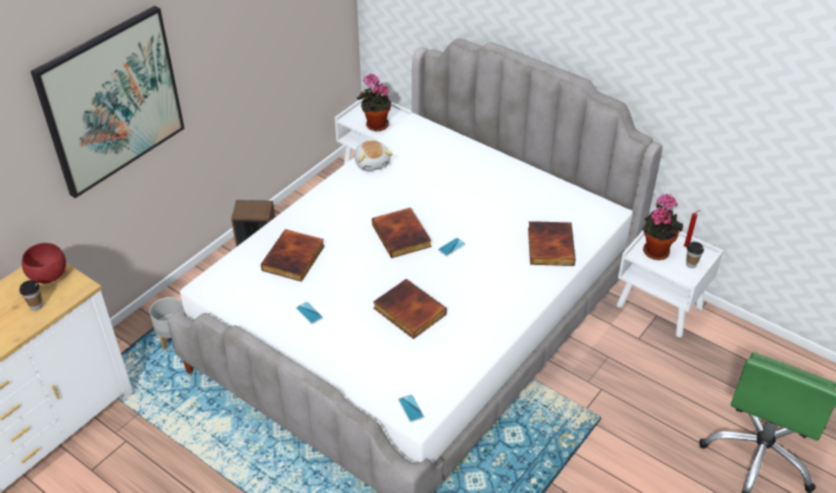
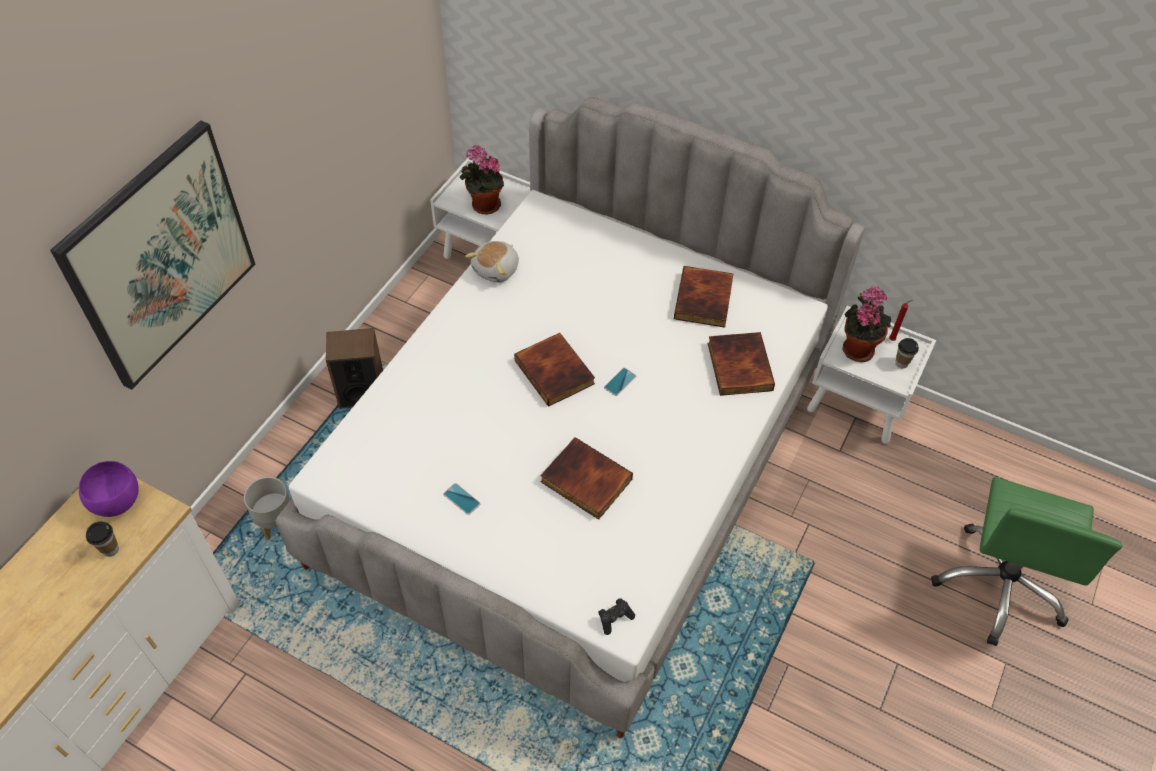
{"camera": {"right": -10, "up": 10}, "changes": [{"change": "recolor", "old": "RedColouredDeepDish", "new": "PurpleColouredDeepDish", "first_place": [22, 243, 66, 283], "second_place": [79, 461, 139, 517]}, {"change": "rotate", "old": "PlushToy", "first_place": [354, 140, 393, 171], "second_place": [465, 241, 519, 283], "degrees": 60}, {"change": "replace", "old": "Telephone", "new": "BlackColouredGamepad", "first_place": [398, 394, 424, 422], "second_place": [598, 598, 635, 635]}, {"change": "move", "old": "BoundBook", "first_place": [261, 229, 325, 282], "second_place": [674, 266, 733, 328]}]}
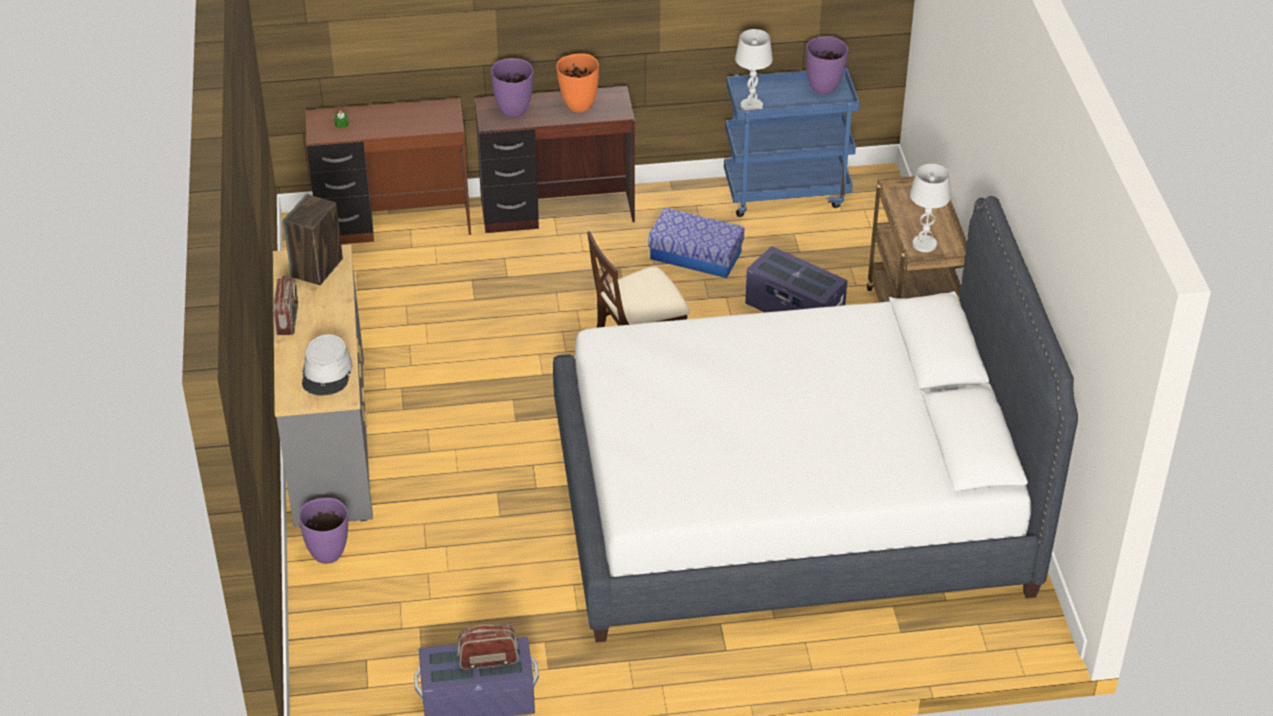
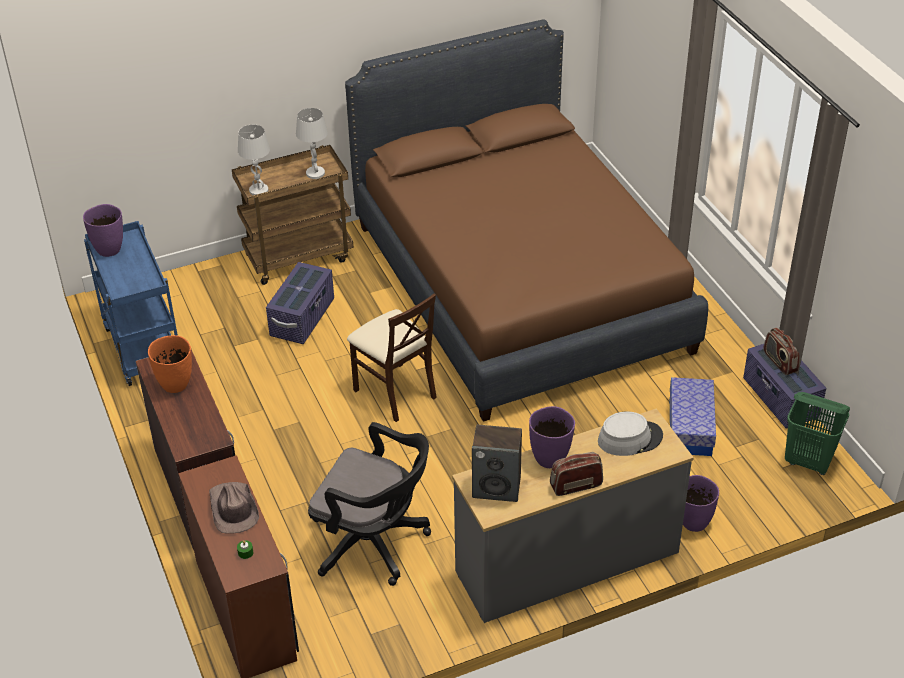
{"camera": {"right": -105, "up": 0}, "changes": [{"change": "insert", "new": "BrownishHat", "second_place": [209, 482, 259, 534]}, {"change": "move", "old": "WhiteColouredLampForATable", "first_place": [735, 29, 773, 110], "second_place": [238, 125, 270, 195]}, {"change": "insert", "new": "BlackColouredOfficeChair", "second_place": [308, 422, 431, 586]}, {"change": "recolor", "old": "WhiteColouredBedroomBed", "new": "BrownishBedroomBed", "first_place": [553, 196, 1078, 642], "second_place": [345, 19, 708, 422]}, {"change": "move", "old": "PurpleColouredVase", "first_place": [491, 58, 534, 117], "second_place": [529, 406, 575, 468]}, {"change": "move", "old": "StorageBin", "first_place": [648, 208, 745, 278], "second_place": [670, 377, 716, 456]}, {"change": "insert", "new": "GreenWashingBasket", "second_place": [785, 392, 850, 475]}]}
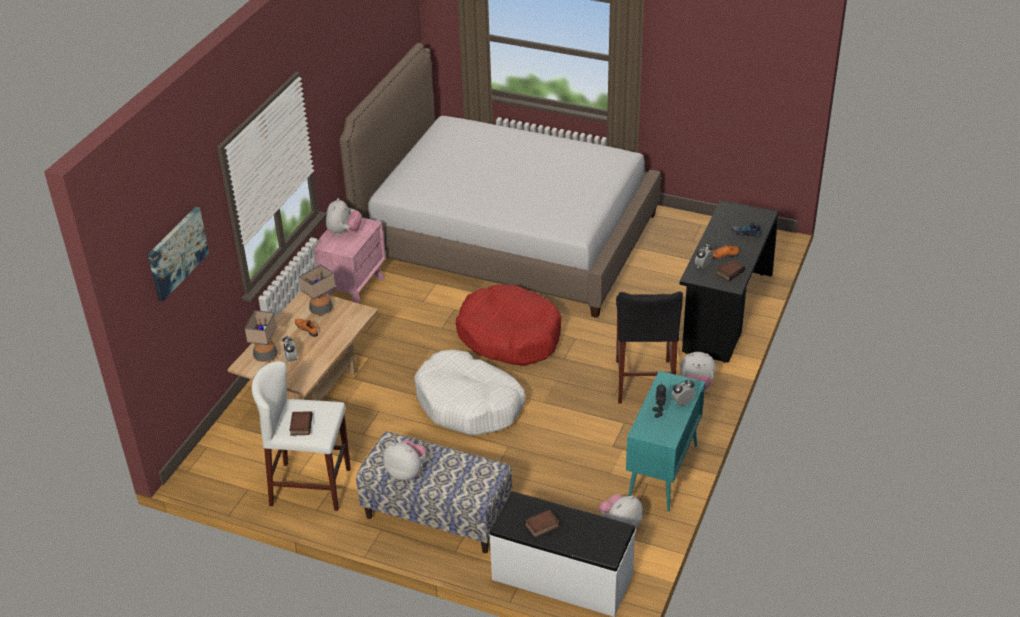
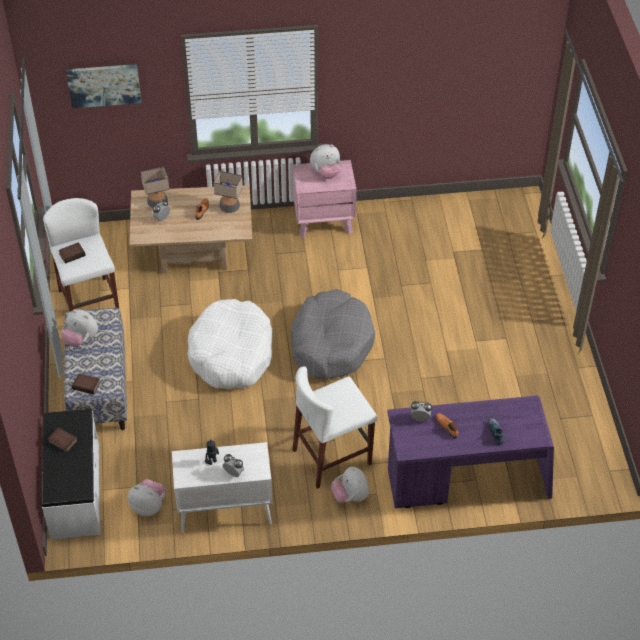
{"camera": {"right": 60, "up": 10}, "changes": [{"change": "rotate", "old": "PlushToy", "first_place": [383, 440, 427, 480], "second_place": [61, 310, 98, 347], "degrees": 120}, {"change": "move", "old": "BoundBook", "first_place": [716, 259, 745, 281], "second_place": [72, 373, 101, 395]}, {"change": "recolor", "old": "BlueGreenCupboard", "new": "WhiteColouredCupboard", "first_place": [626, 371, 705, 512], "second_place": [172, 442, 272, 533]}, {"change": "recolor", "old": "RedColouredDogCushion", "new": "GrayDogCushion", "first_place": [456, 284, 562, 366], "second_place": [291, 289, 375, 380]}, {"change": "recolor", "old": "BlackColouredStoolSeat", "new": "WhiteColouredStoolSeat", "first_place": [616, 291, 683, 403], "second_place": [293, 366, 377, 489]}, {"change": "recolor", "old": "BlackColouredDeskUnit", "new": "PurpleColouredDeskUnit", "first_place": [680, 200, 778, 363], "second_place": [388, 396, 554, 508]}, {"change": "delete", "old": "BedroomBed", "first_place": [339, 43, 661, 318]}]}
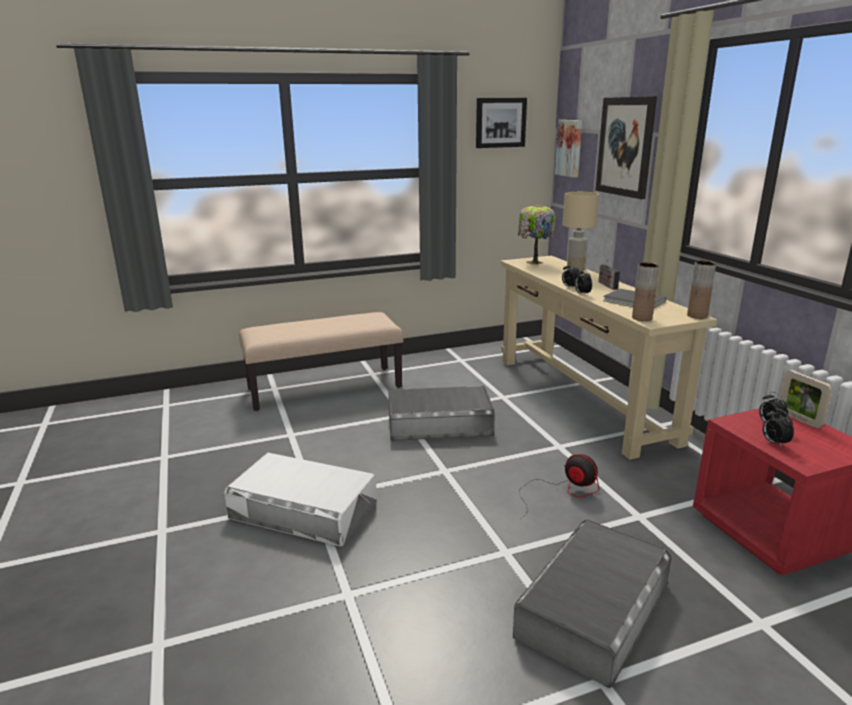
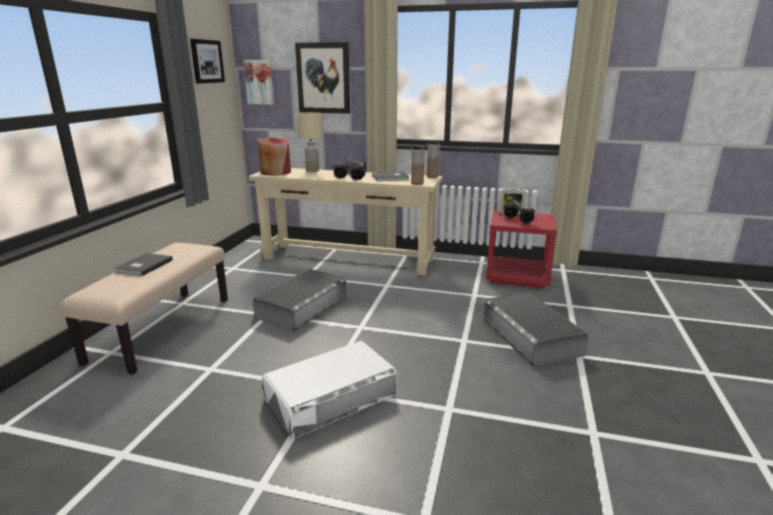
{"camera": {"right": -55, "up": 0}, "changes": [{"change": "insert", "new": "GrayBoundBook", "second_place": [115, 253, 173, 276]}, {"change": "replace", "old": "LampForATable", "new": "RedColouredVase", "first_place": [518, 204, 556, 264], "second_place": [257, 137, 291, 176]}, {"change": "delete", "old": "CoolingFan", "first_place": [519, 454, 599, 519]}]}
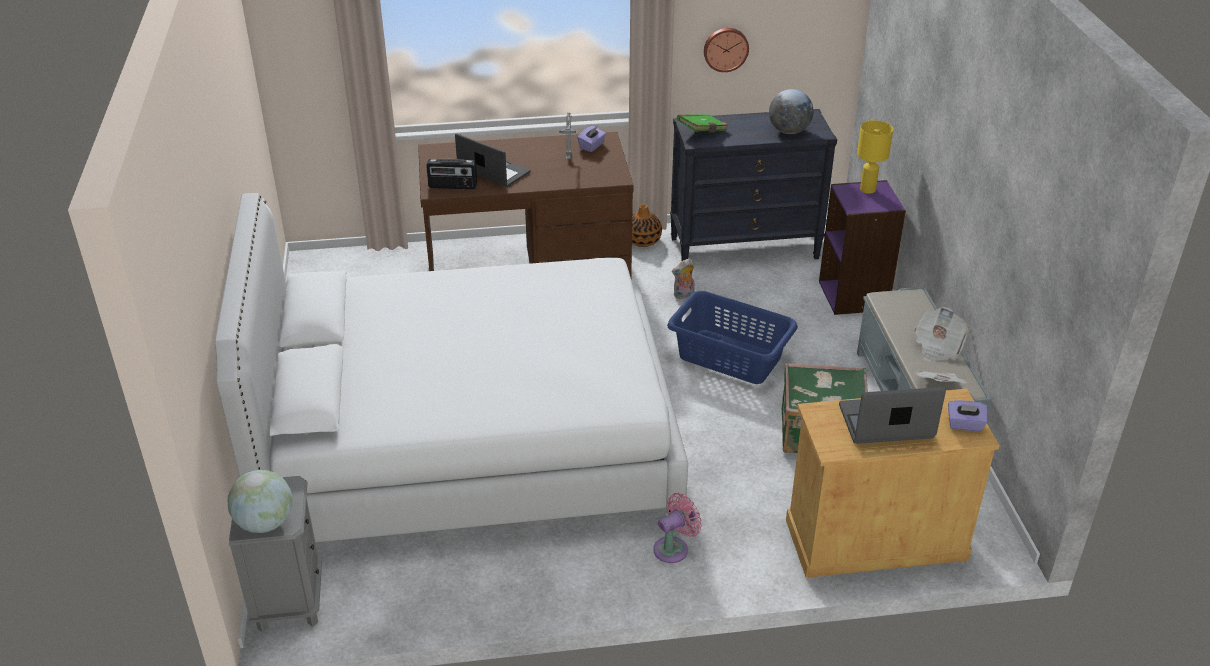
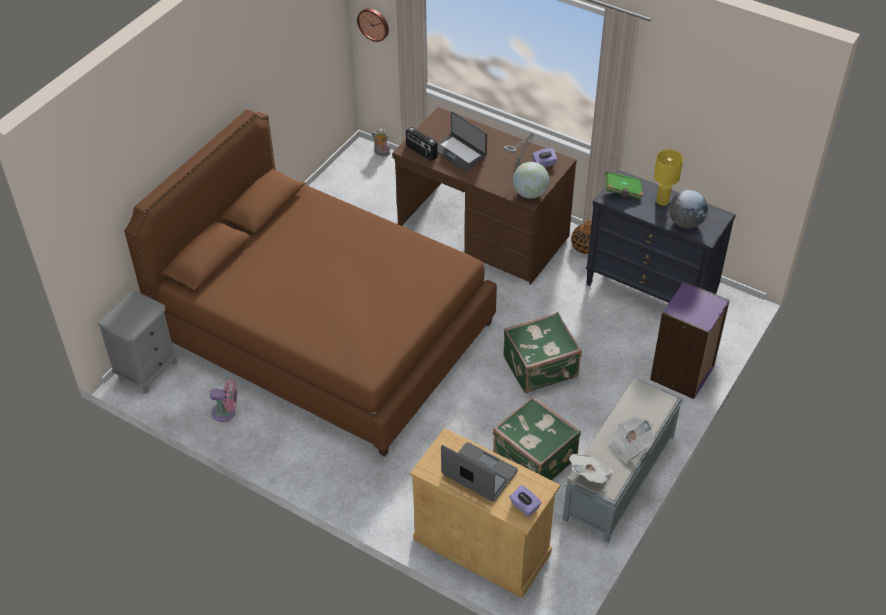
{"camera": {"right": 40, "up": 10}, "changes": [{"change": "recolor", "old": "WhiteColouredBedroomBed", "new": "BrownishBedroomBed", "first_place": [215, 193, 688, 542], "second_place": [124, 110, 497, 457]}, {"change": "move", "old": "PinkCoolingFan", "first_place": [653, 493, 702, 563], "second_place": [210, 379, 238, 422]}, {"change": "move", "old": "ClockOnTheWall", "first_place": [704, 28, 749, 72], "second_place": [357, 8, 389, 42]}, {"change": "move", "old": "PlushToy", "first_place": [672, 259, 695, 299], "second_place": [371, 129, 391, 157]}, {"change": "rotate", "old": "PortableComputer", "first_place": [455, 133, 531, 187], "second_place": [437, 111, 487, 171], "degrees": 150}, {"change": "replace", "old": "BlueWashingBasket", "new": "GreenSuitcase", "first_place": [667, 291, 798, 384], "second_place": [503, 312, 582, 393]}, {"change": "move", "old": "DeskGlobe", "first_place": [228, 470, 292, 533], "second_place": [513, 162, 549, 199]}, {"change": "move", "old": "YellowishLampForATable", "first_place": [857, 120, 893, 194], "second_place": [654, 149, 683, 206]}]}
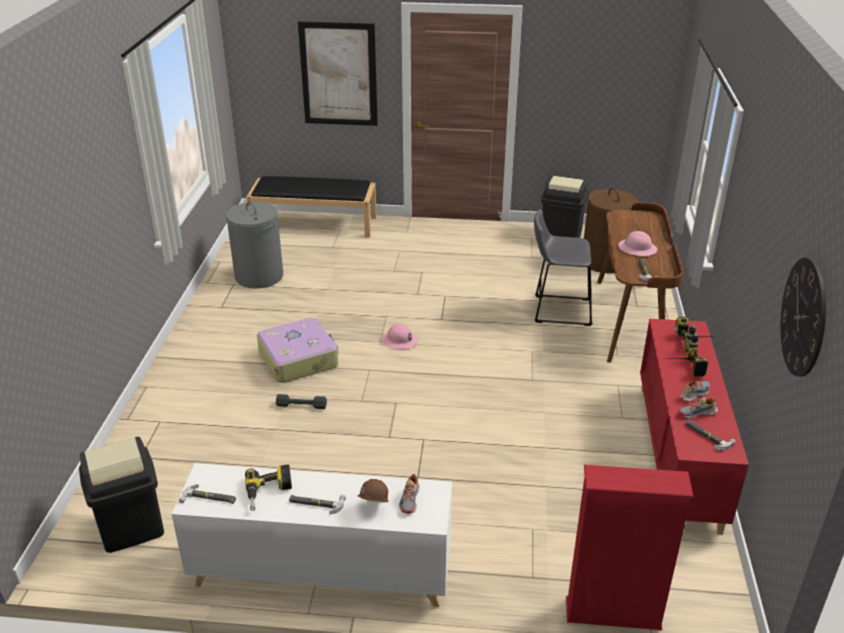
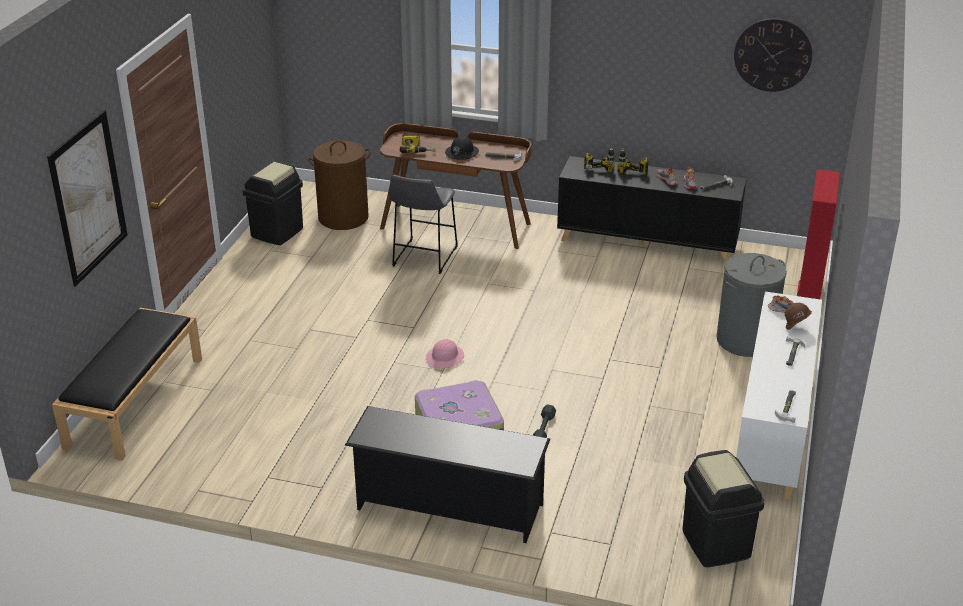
{"camera": {"right": -80, "up": 0}, "changes": [{"change": "insert", "new": "BlackColouredShoeShelf", "second_place": [345, 406, 550, 543]}, {"change": "move", "old": "Drill", "first_place": [245, 464, 292, 511], "second_place": [400, 133, 435, 153]}, {"change": "recolor", "old": "PinkHardHat", "new": "BlackColouredHardHat", "first_place": [618, 231, 657, 256], "second_place": [445, 136, 479, 160]}, {"change": "recolor", "old": "RedColouredCupboard", "new": "BlackColouredCupboard", "first_place": [640, 319, 749, 535], "second_place": [557, 156, 746, 263]}, {"change": "move", "old": "GrayWashingBasket", "first_place": [226, 202, 283, 289], "second_place": [716, 253, 787, 357]}]}
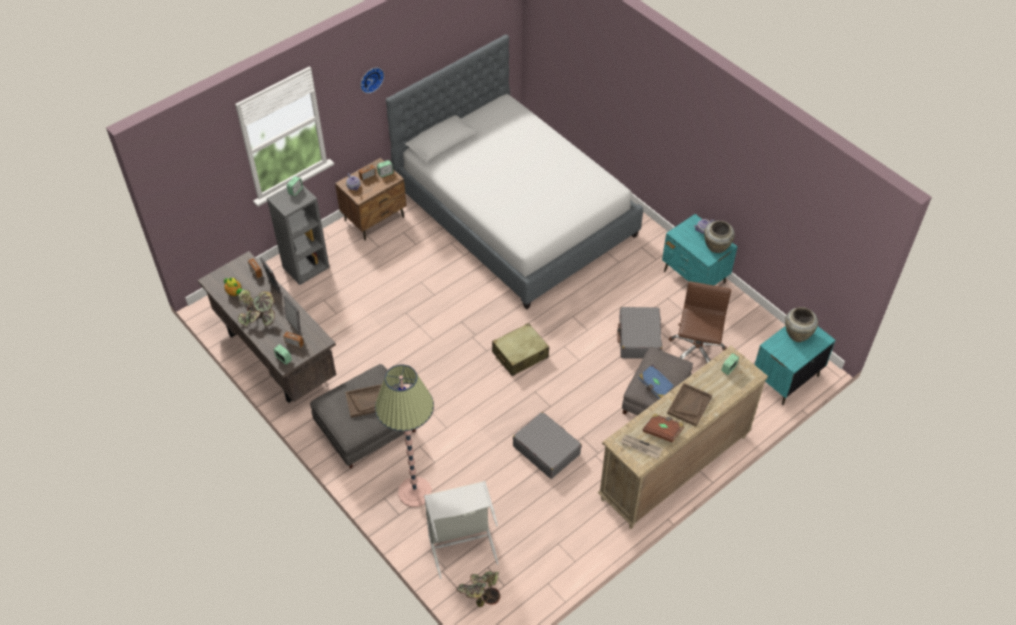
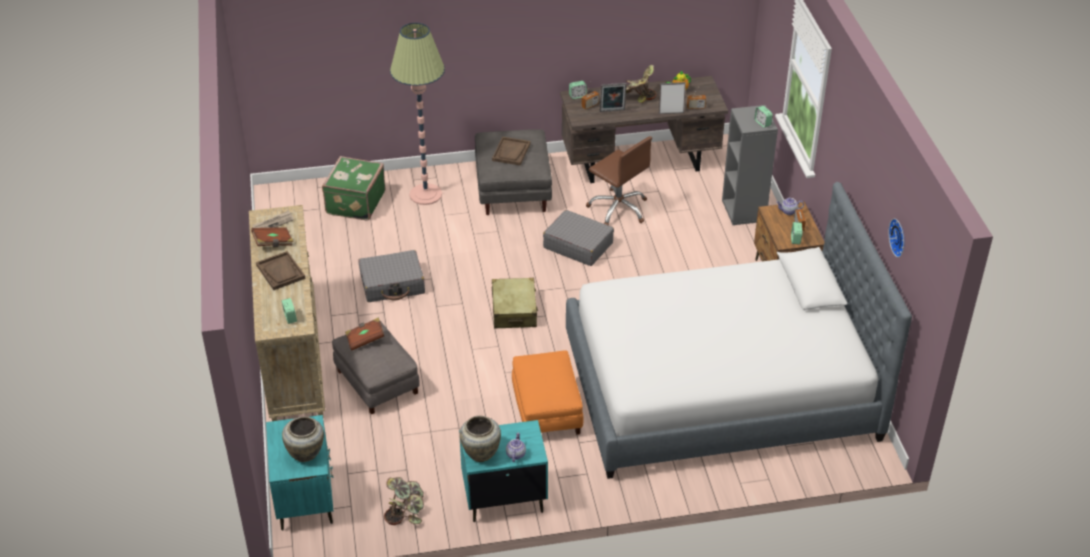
{"camera": {"right": 120, "up": -10}, "changes": [{"change": "replace", "old": "GrayWashingBasket", "new": "GreenSuitcase", "first_place": [424, 481, 499, 579], "second_place": [322, 156, 386, 220]}, {"change": "recolor", "old": "BlueBoundBook", "new": "BrownishBoundBook", "first_place": [638, 364, 674, 399], "second_place": [345, 318, 384, 351]}, {"change": "move", "old": "PlantInAPot", "first_place": [456, 571, 500, 607], "second_place": [384, 477, 424, 525]}, {"change": "insert", "new": "OrangeOttoman", "second_place": [512, 350, 583, 435]}, {"change": "move", "old": "GraySuitcase", "first_place": [617, 307, 662, 359], "second_place": [543, 210, 614, 266]}, {"change": "move", "old": "BrownishOfficeChair", "first_place": [669, 281, 732, 363], "second_place": [586, 136, 652, 226]}, {"change": "move", "old": "ClockOnTheWall", "first_place": [361, 68, 384, 93], "second_place": [888, 218, 905, 257]}]}
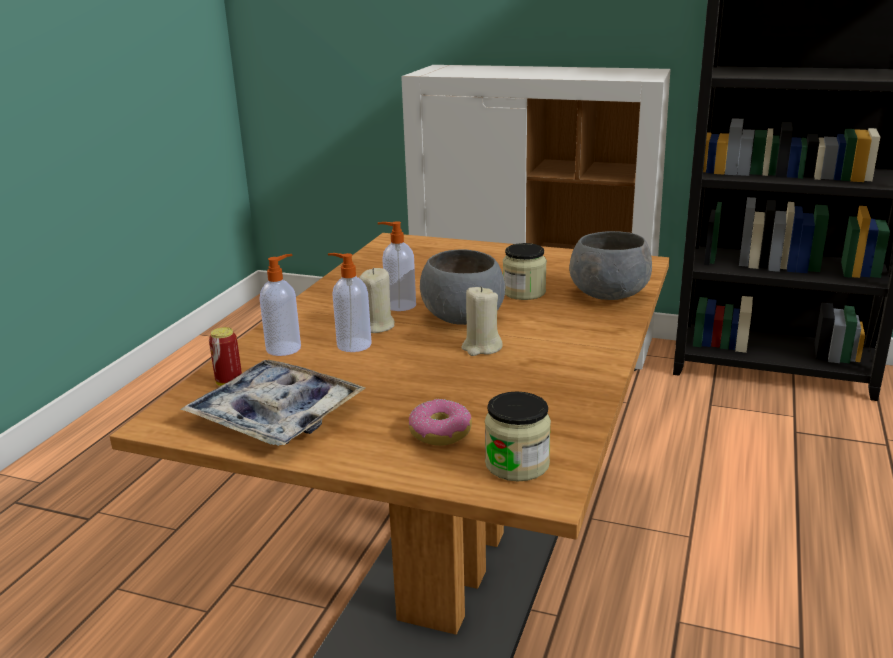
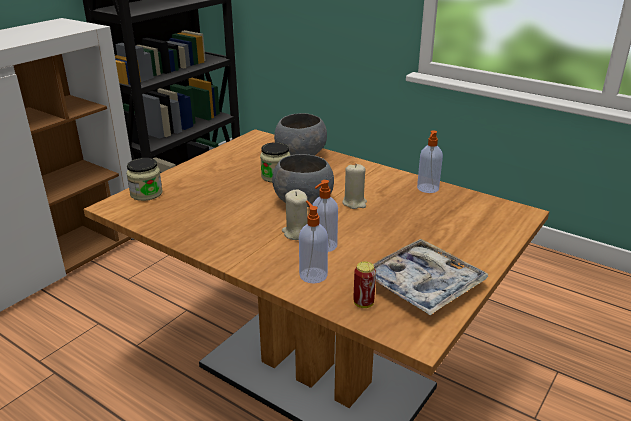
{"camera": {"right": -75, "up": 5}, "changes": [{"change": "move", "old": "Jar", "first_place": [485, 391, 551, 482], "second_place": [126, 158, 163, 201]}, {"change": "move", "old": "SoapDispenser", "first_place": [378, 221, 416, 311], "second_place": [417, 131, 443, 193]}, {"change": "delete", "old": "RingDoughnut", "first_place": [409, 399, 472, 446]}]}
